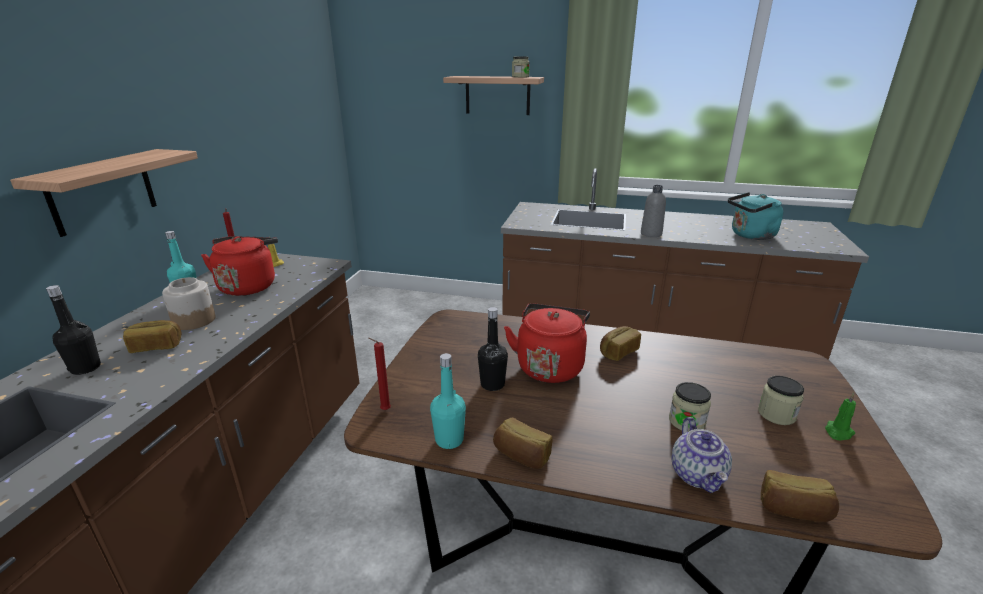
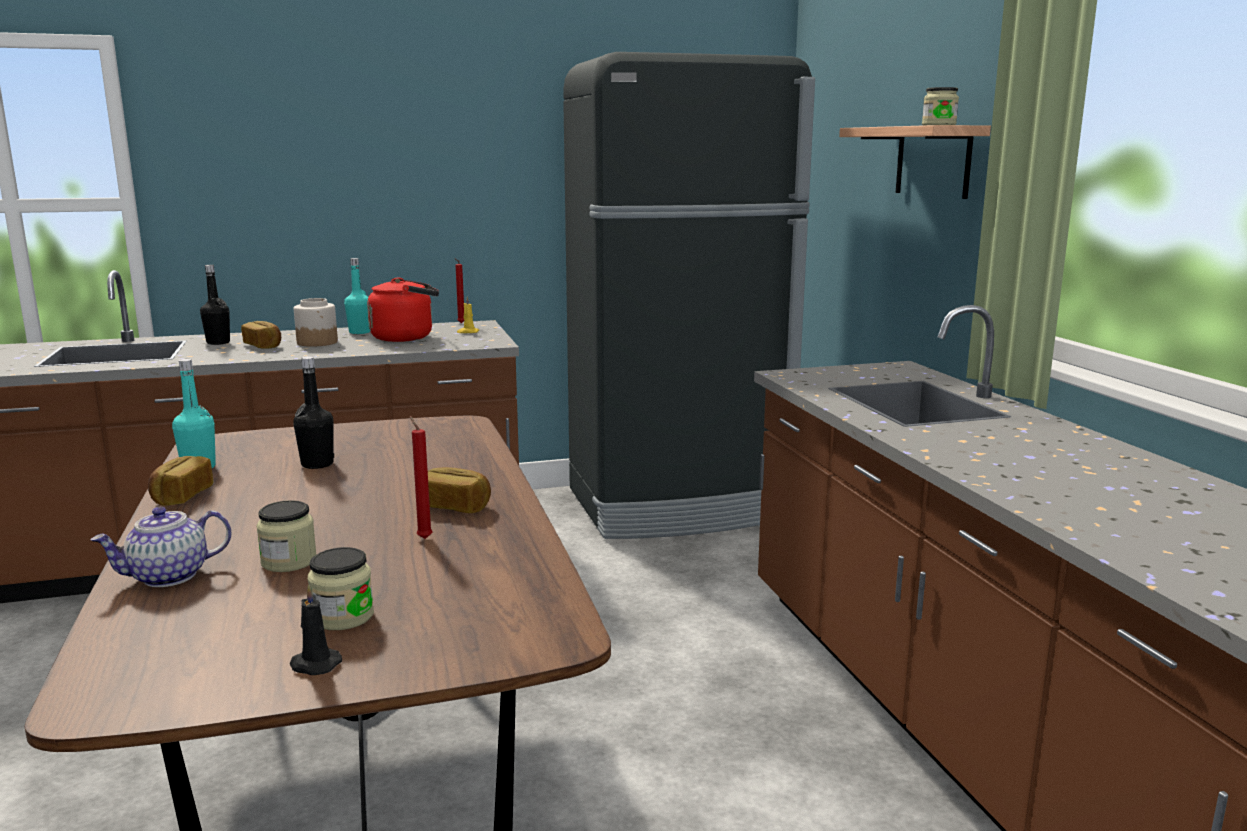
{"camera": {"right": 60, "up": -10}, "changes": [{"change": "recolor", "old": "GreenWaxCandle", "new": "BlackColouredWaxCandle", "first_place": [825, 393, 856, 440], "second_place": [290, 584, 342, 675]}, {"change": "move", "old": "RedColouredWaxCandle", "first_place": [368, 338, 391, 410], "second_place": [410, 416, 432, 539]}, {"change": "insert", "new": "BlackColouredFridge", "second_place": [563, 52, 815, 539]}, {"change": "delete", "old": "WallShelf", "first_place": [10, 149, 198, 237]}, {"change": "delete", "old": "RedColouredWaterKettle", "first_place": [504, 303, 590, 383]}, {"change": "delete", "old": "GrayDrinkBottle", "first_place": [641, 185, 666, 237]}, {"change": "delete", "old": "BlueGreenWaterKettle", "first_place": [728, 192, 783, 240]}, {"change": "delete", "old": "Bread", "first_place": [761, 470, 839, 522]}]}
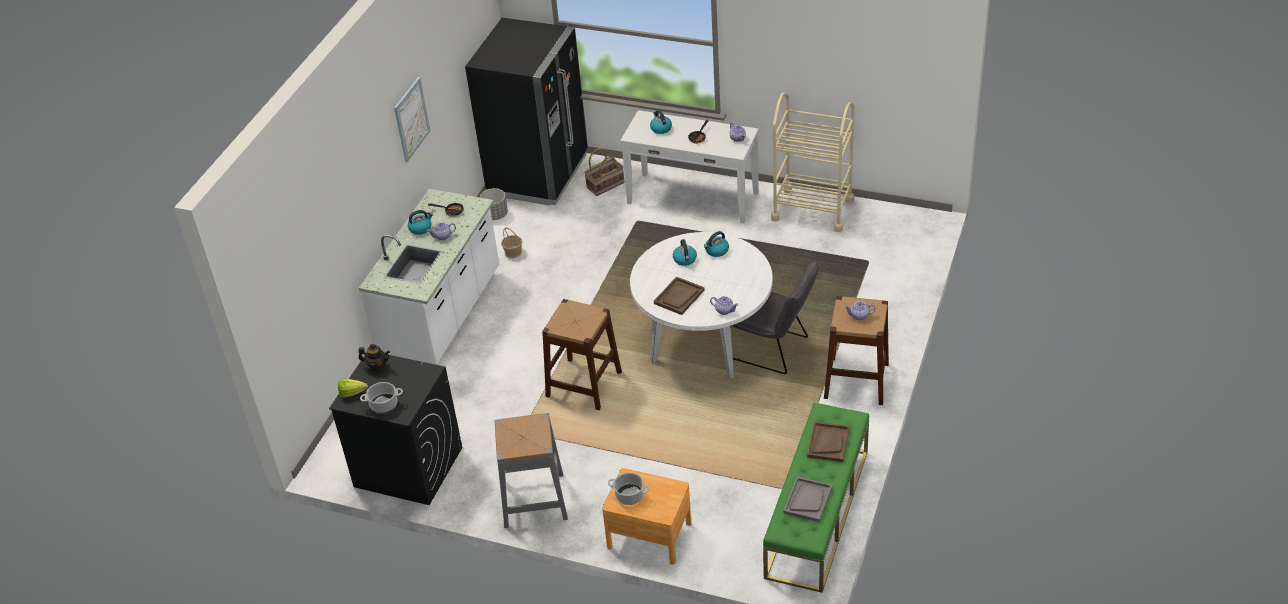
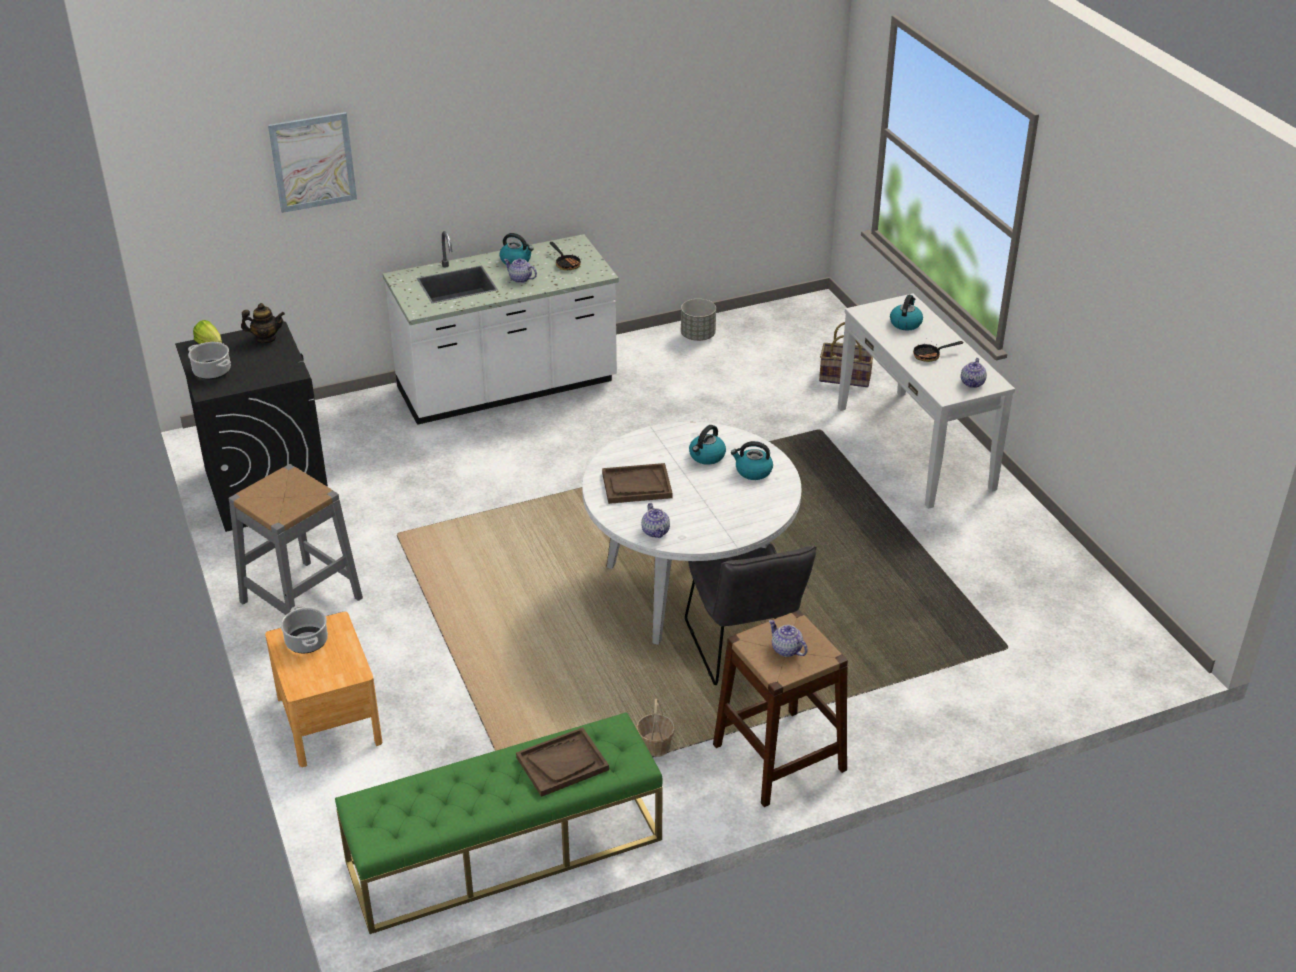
{"camera": {"right": 45, "up": -5}, "changes": [{"change": "rotate", "old": "Teapot", "first_place": [358, 344, 390, 372], "second_place": [241, 303, 285, 343], "degrees": -60}, {"change": "move", "old": "Picture", "first_place": [394, 77, 430, 162], "second_place": [268, 112, 357, 213]}, {"change": "move", "old": "StorageBasket", "first_place": [501, 227, 522, 258], "second_place": [636, 699, 675, 757]}, {"change": "delete", "old": "BlackColouredFridge", "first_place": [465, 18, 588, 206]}, {"change": "delete", "old": "BrownishStoolSeat", "first_place": [542, 299, 622, 410]}, {"change": "delete", "old": "SandColouredWheeledCart", "first_place": [771, 92, 855, 232]}, {"change": "delete", "old": "GrayTray", "first_place": [784, 476, 833, 522]}]}
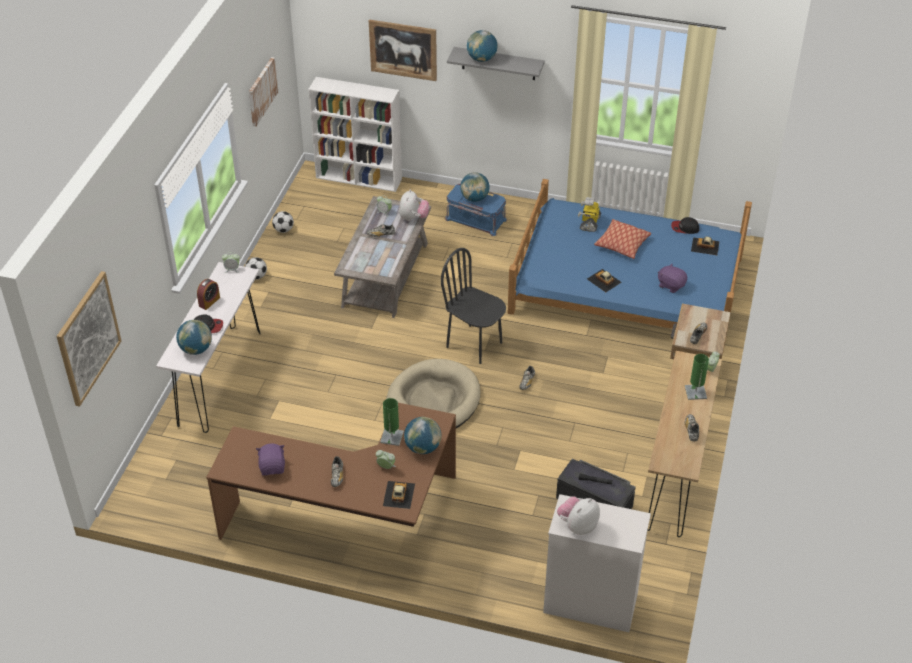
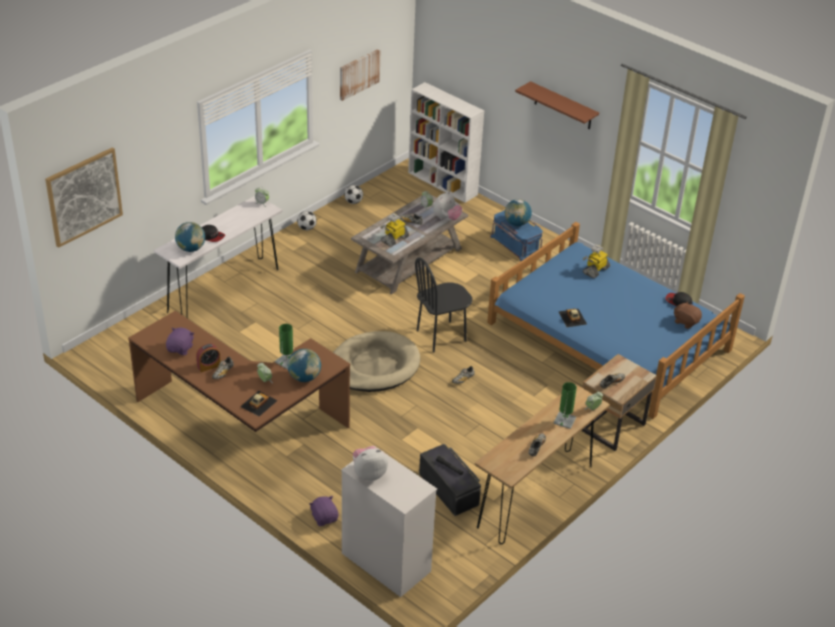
{"camera": {"right": 25, "up": -5}, "changes": [{"change": "move", "old": "TableClock", "first_place": [197, 279, 220, 310], "second_place": [196, 343, 221, 372]}, {"change": "move", "old": "PurpleColouredPlushToy", "first_place": [658, 264, 687, 293], "second_place": [309, 496, 338, 526]}, {"change": "insert", "new": "ToyRobot", "second_place": [380, 213, 409, 247]}, {"change": "rotate", "old": "BlackColouredPlainChair", "first_place": [441, 248, 506, 364], "second_place": [415, 257, 472, 352], "degrees": -90}, {"change": "recolor", "old": "GrayWallShelf", "new": "BrownishWallShelf", "first_place": [447, 47, 545, 80], "second_place": [515, 81, 599, 129]}, {"change": "replace", "old": "ToyCar", "new": "BrownishPlushToy", "first_place": [691, 236, 720, 255], "second_place": [674, 301, 702, 329]}, {"change": "delete", "old": "Picture", "first_place": [369, 20, 437, 81]}, {"change": "delete", "old": "DeskGlobe", "first_place": [467, 30, 498, 62]}, {"change": "delete", "old": "Pillow", "first_place": [594, 219, 651, 259]}]}
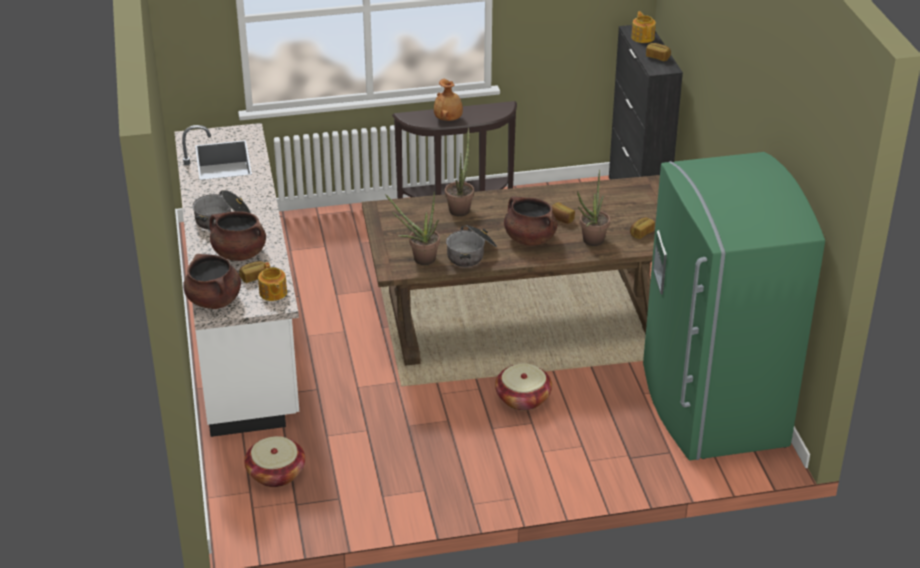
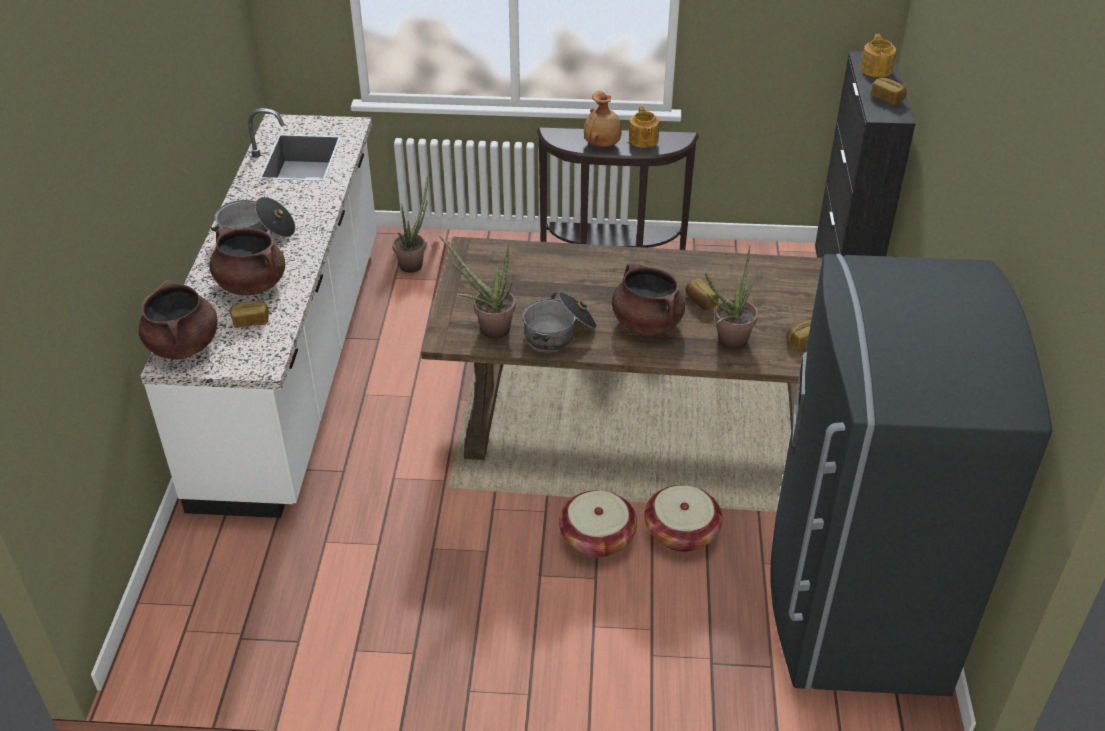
{"camera": {"right": 15, "up": 5}, "changes": [{"change": "move", "old": "PlantInAPot", "first_place": [445, 127, 474, 217], "second_place": [393, 176, 428, 273]}, {"change": "move", "old": "Teapot", "first_place": [258, 262, 287, 301], "second_place": [629, 106, 659, 148]}, {"change": "move", "old": "StorageBasket", "first_place": [244, 436, 305, 487], "second_place": [644, 485, 723, 552]}, {"change": "recolor", "old": "GreenFridge", "new": "GrayFridge", "first_place": [643, 152, 825, 460], "second_place": [770, 254, 1052, 696]}]}
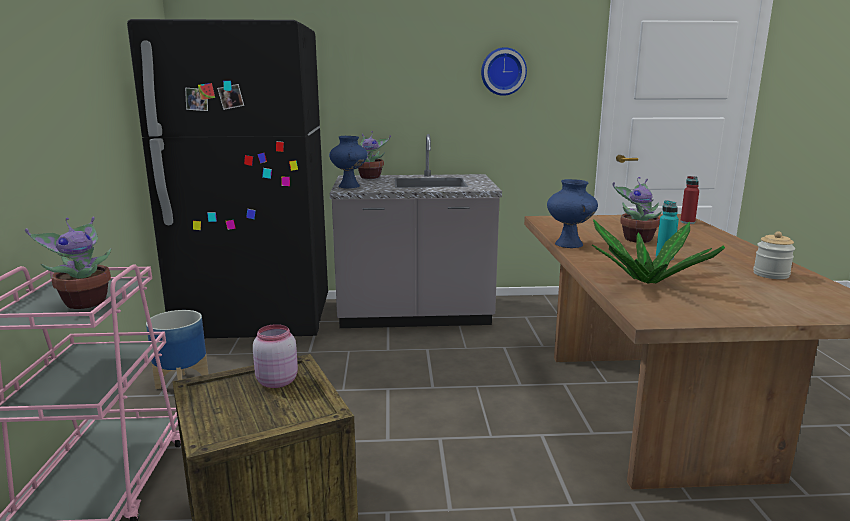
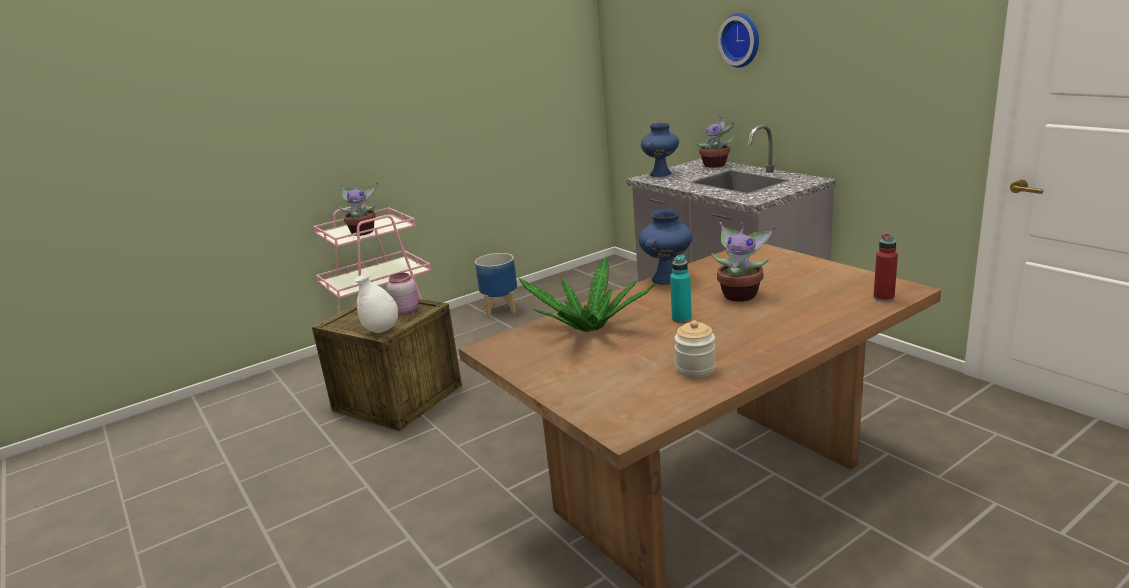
{"camera": {"right": 60, "up": 5}, "changes": [{"change": "insert", "new": "WhiteColouredVase", "second_place": [354, 273, 398, 333]}, {"change": "move", "old": "ClockOnTheWall", "first_place": [481, 47, 527, 96], "second_place": [718, 13, 759, 68]}, {"change": "delete", "old": "BlackColouredFridge", "first_place": [127, 19, 328, 338]}]}
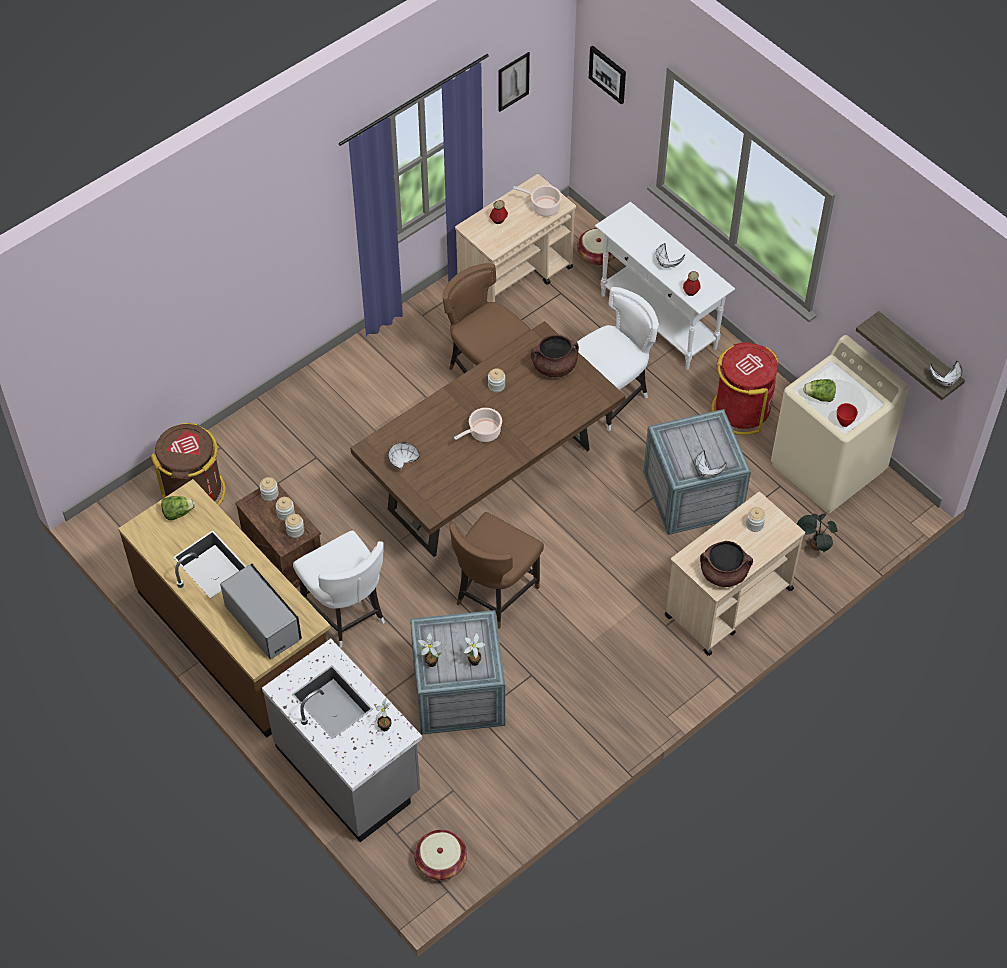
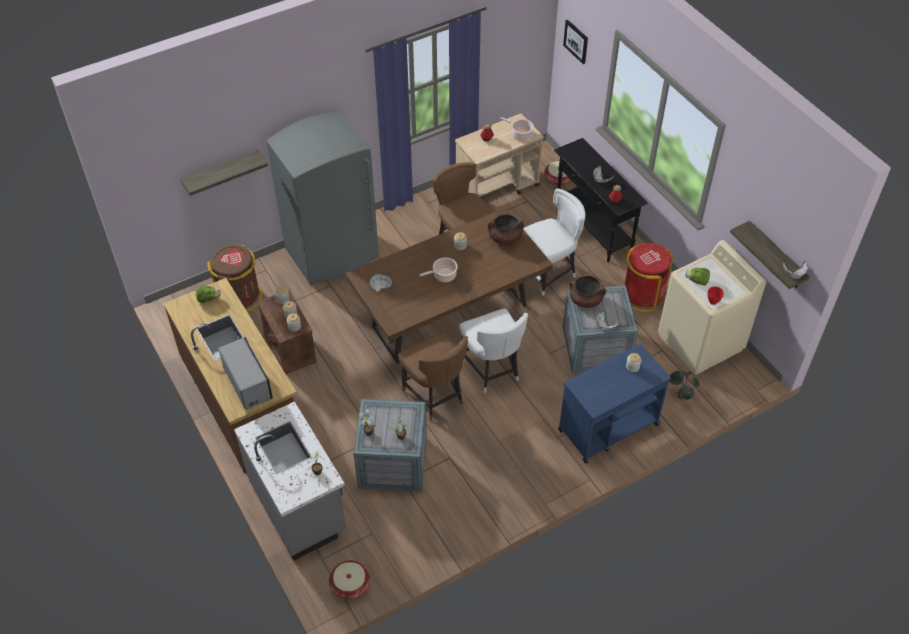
{"camera": {"right": 10, "up": -5}, "changes": [{"change": "insert", "new": "WallShelf", "second_place": [180, 150, 268, 196]}, {"change": "insert", "new": "GrayFridge", "second_place": [267, 113, 379, 285]}, {"change": "rotate", "old": "BrownishPlainChair", "first_place": [449, 512, 544, 628], "second_place": [398, 333, 468, 420], "degrees": -75}, {"change": "move", "old": "WhiteColouredPlainChair", "first_place": [293, 530, 385, 648], "second_place": [459, 308, 528, 393]}, {"change": "recolor", "old": "WhiteColouredConsoleTable", "new": "BlackColouredConsoleTable", "first_place": [595, 202, 735, 370], "second_place": [554, 138, 648, 262]}, {"change": "recolor", "old": "SandColouredWheeledCart", "new": "BlueWheeledCart", "first_place": [665, 492, 805, 656], "second_place": [559, 344, 671, 464]}, {"change": "move", "old": "BrownishSaucepot", "first_place": [700, 541, 753, 587], "second_place": [570, 276, 606, 308]}, {"change": "delete", "old": "Picture", "first_place": [498, 52, 530, 112]}]}
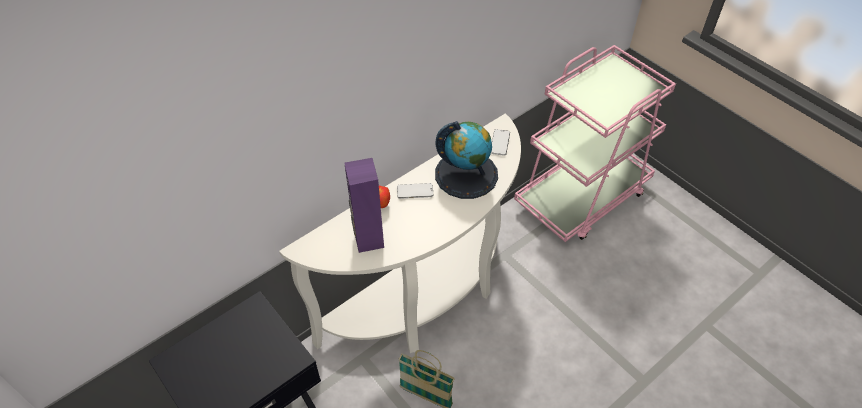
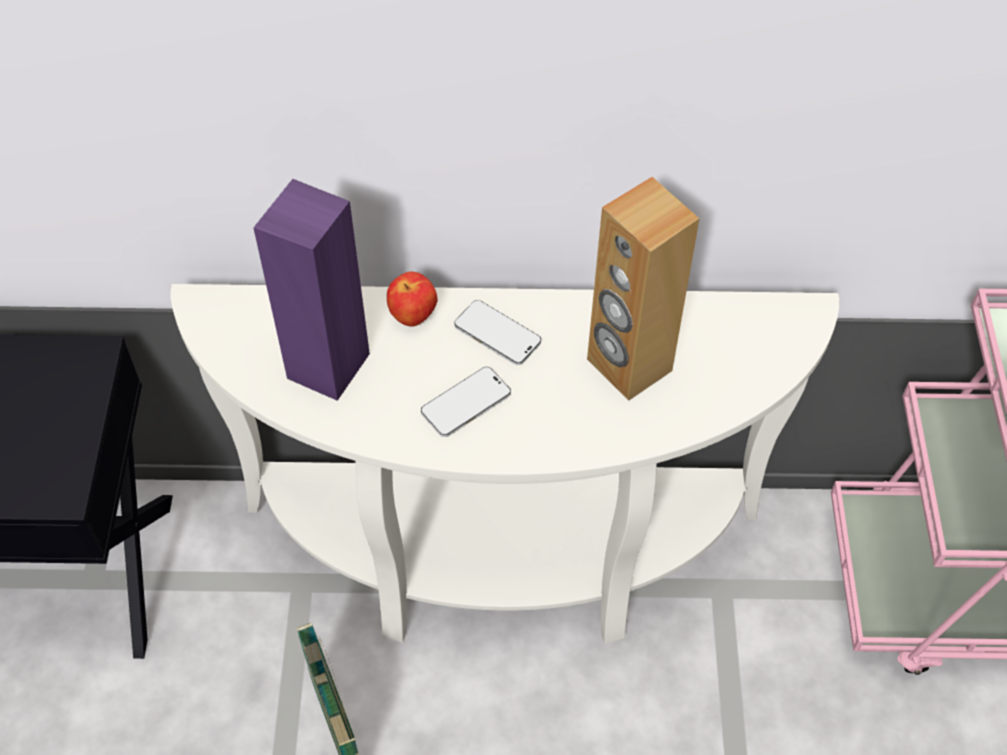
{"camera": {"right": 40, "up": 5}, "changes": [{"change": "move", "old": "Telephone", "first_place": [491, 129, 510, 156], "second_place": [421, 367, 511, 437]}, {"change": "replace", "old": "DeskGlobe", "new": "BrownishLoudspeaker", "first_place": [435, 121, 498, 199], "second_place": [587, 177, 700, 401]}]}
